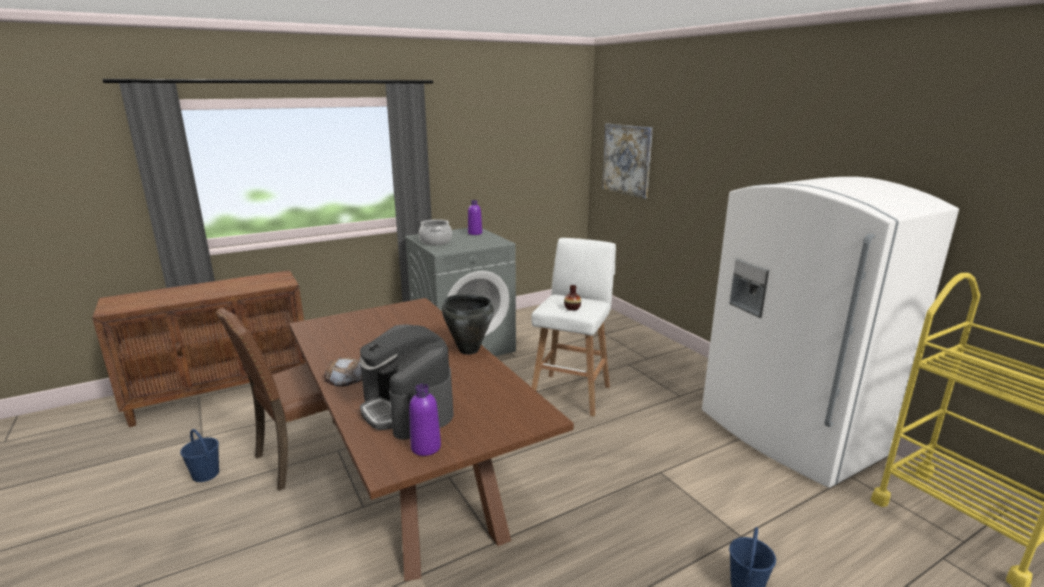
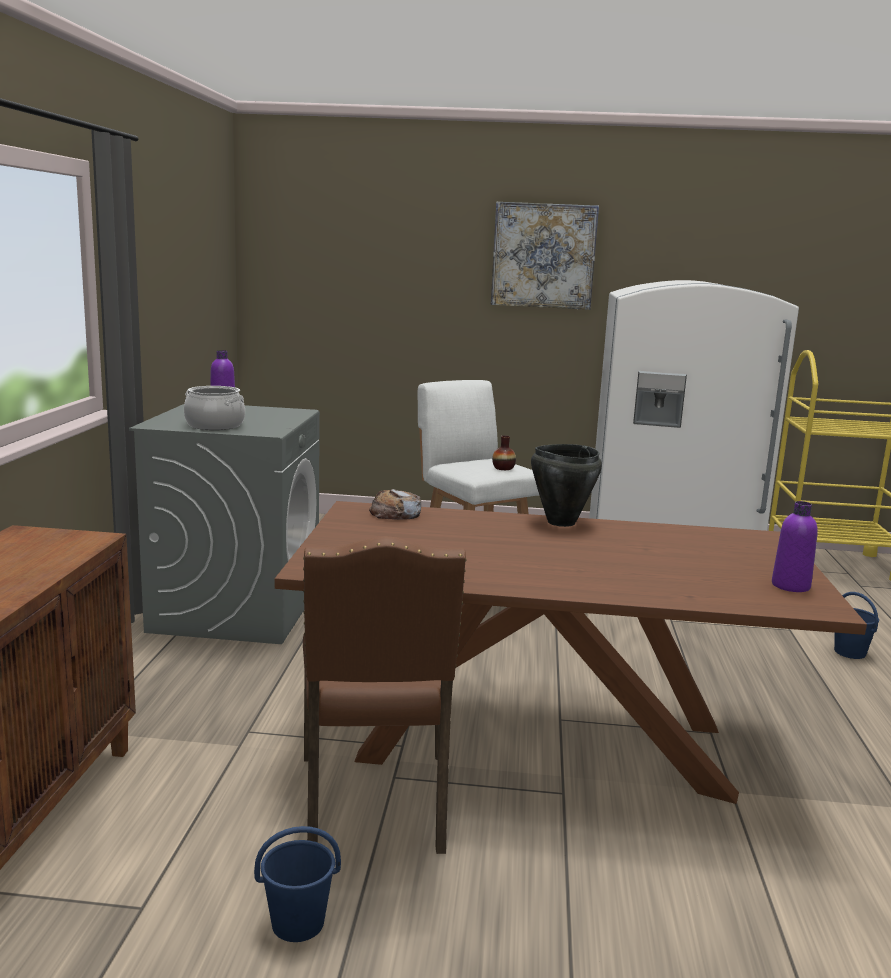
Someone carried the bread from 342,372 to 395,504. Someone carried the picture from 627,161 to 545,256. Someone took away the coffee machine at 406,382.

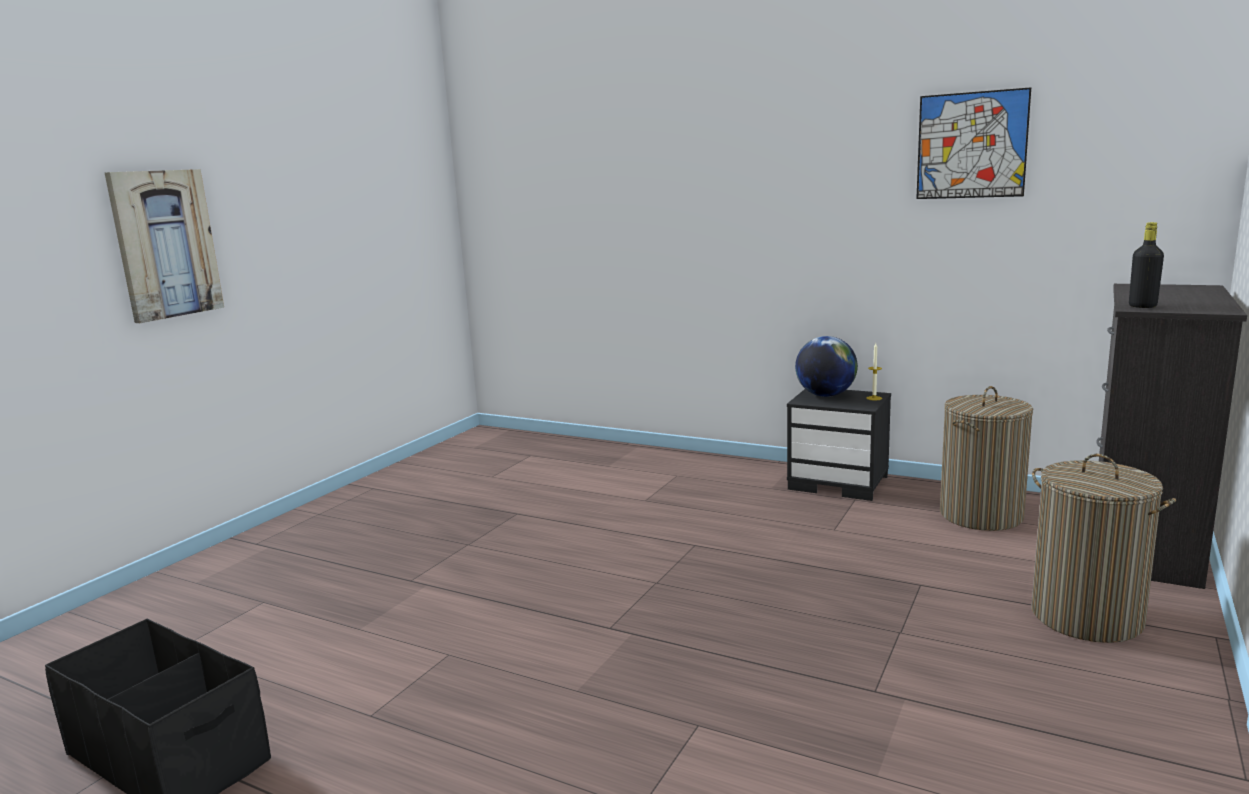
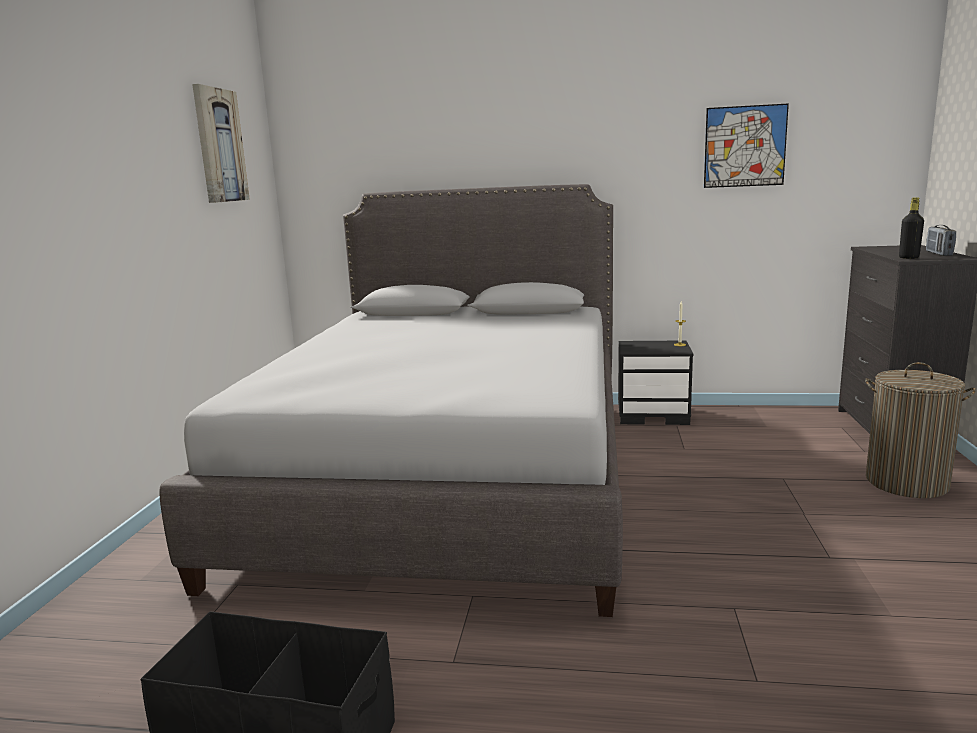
Someone put down the grey bed at 391,400. Someone carried the picture from 164,246 to 221,143. Someone put down the radio at 941,240. Someone took away the globe at 826,366. Someone took away the laundry basket at 986,458.

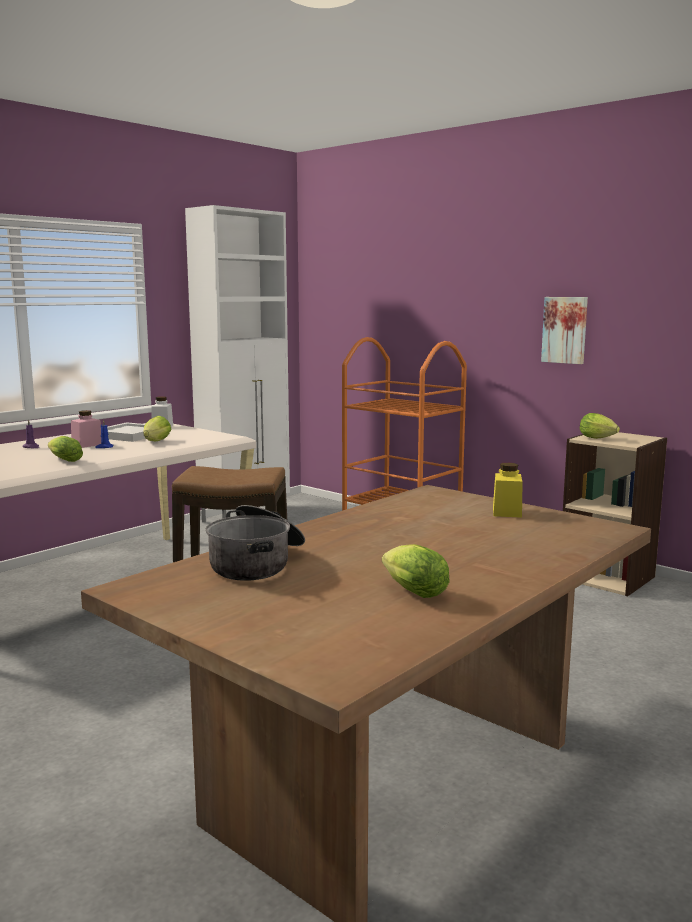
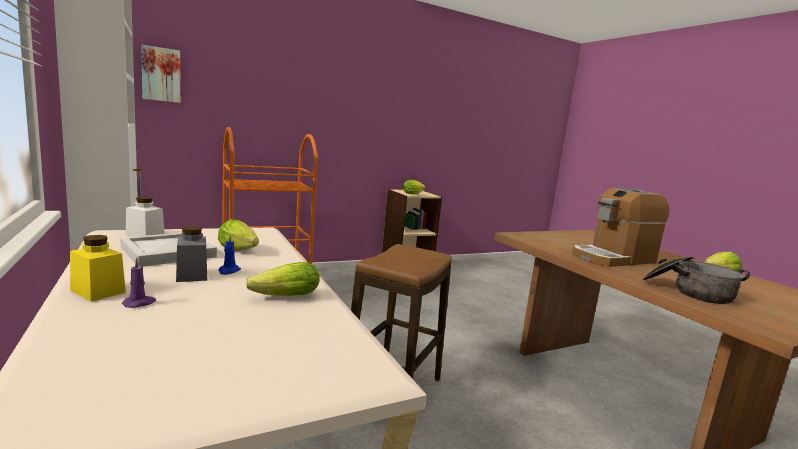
Someone carried the yellow jar from 508,490 to 98,268. Someone carried the picture from 564,330 to 161,74. Someone repainted the pink jar at 86,429, which became the grey jar at 191,254. Someone put down the coffee machine at 620,227.

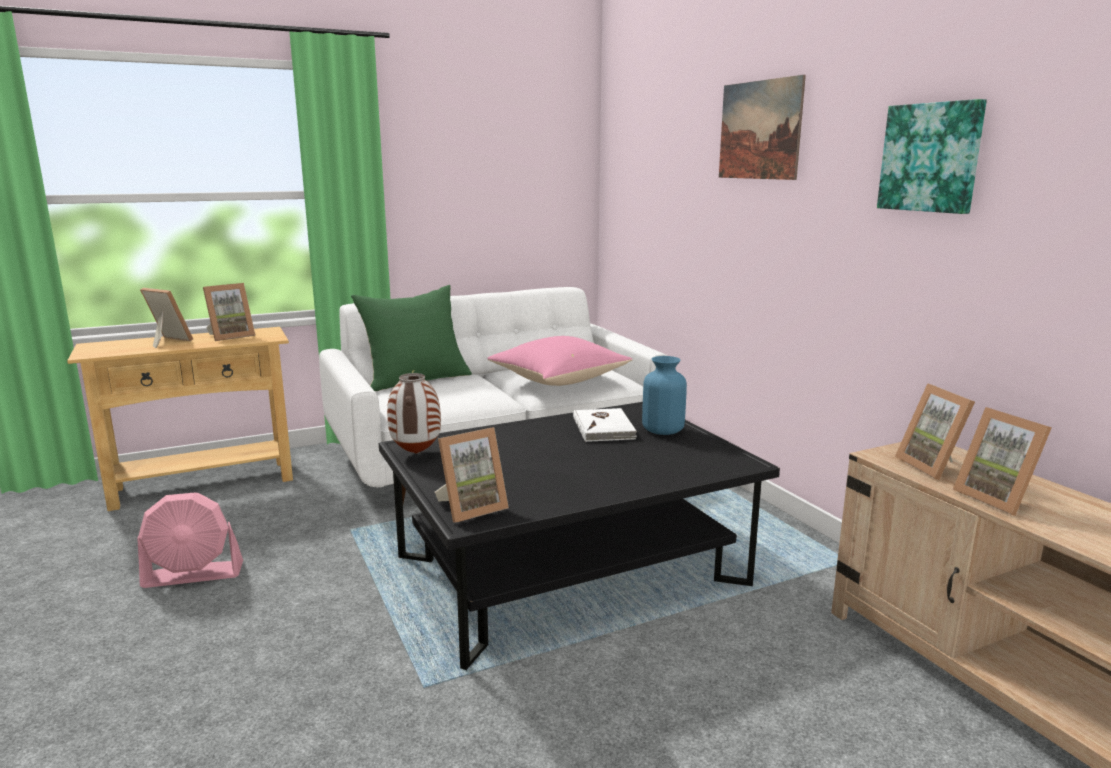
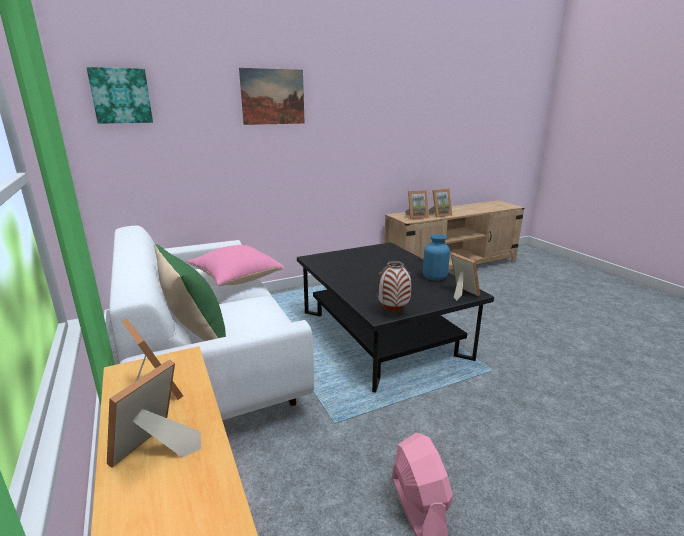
Someone carried the picture from 932,156 to 120,95. Someone carried the blue vase from 664,395 to 436,257. Someone took away the white book at 605,425.

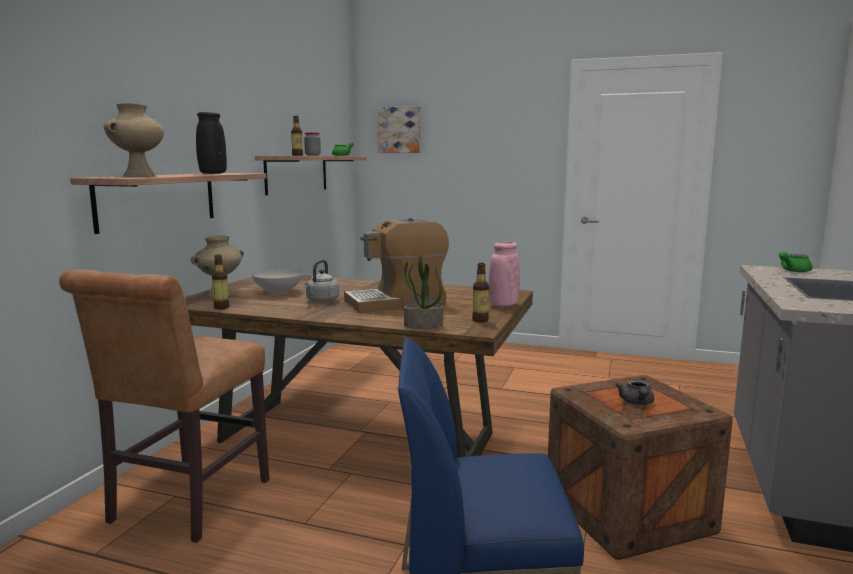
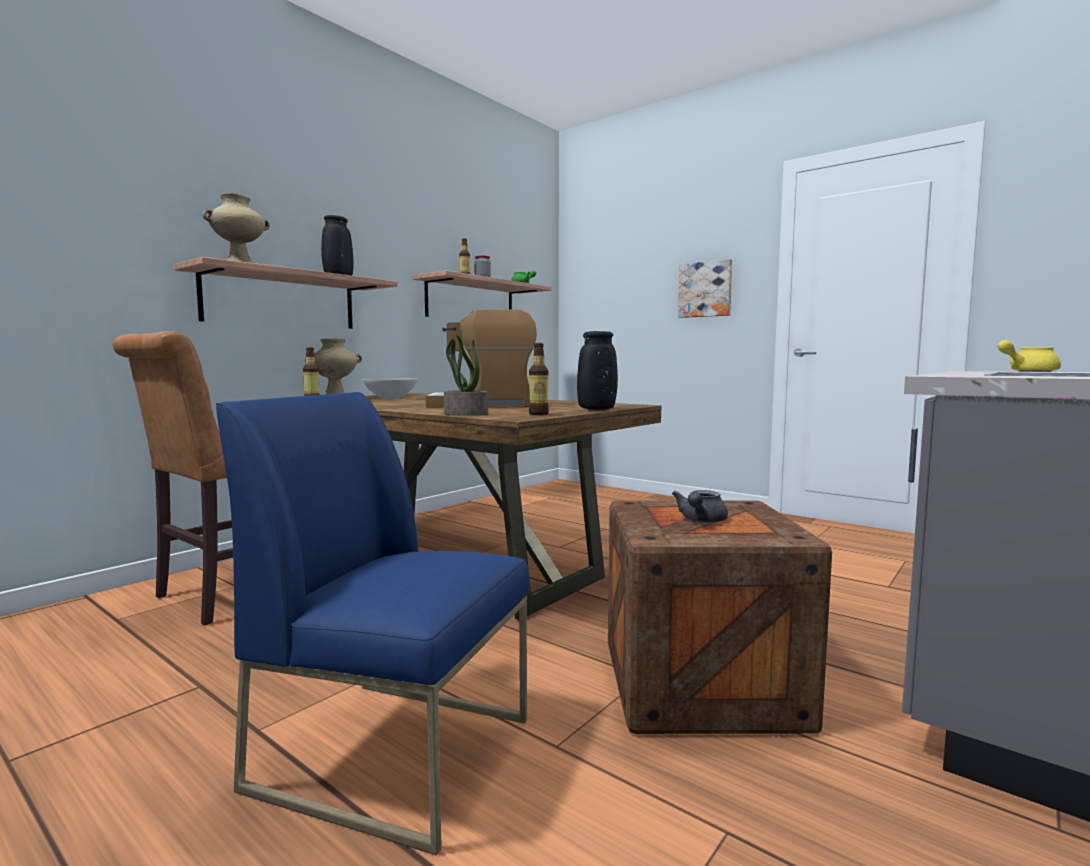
Someone repainted the pink vase at 504,274, which became the black vase at 597,370. Someone carried the picture from 399,129 to 705,288. Someone repainted the green teapot at 795,262, which became the yellow teapot at 1029,356. Someone took away the grey kettle at 322,281.

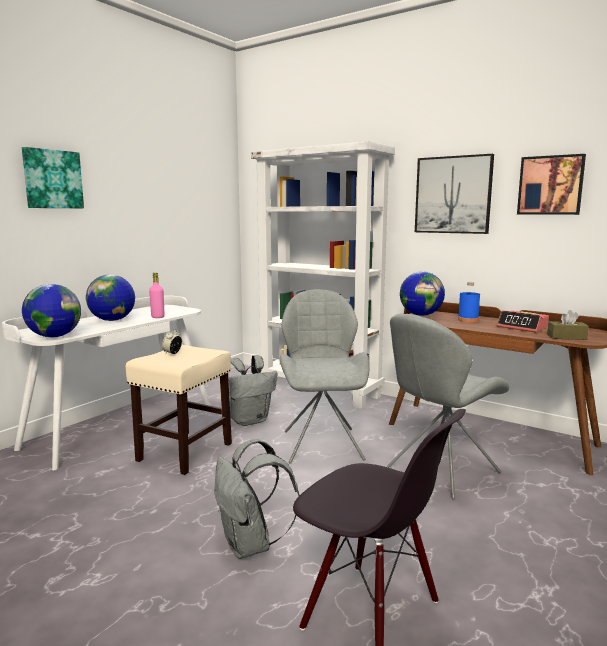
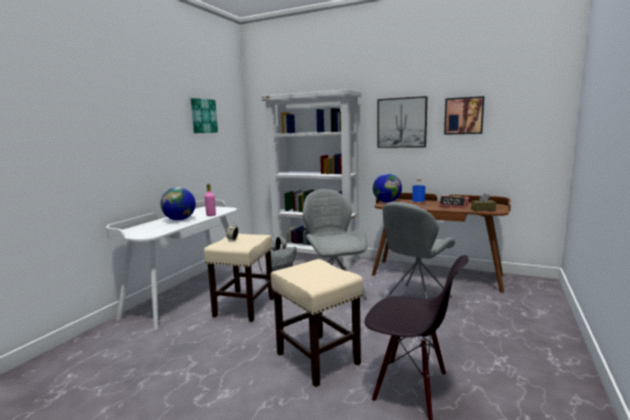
Someone carried the picture from 53,177 to 204,115. Someone swapped the grey backpack at 257,499 for the beige stool at 317,323. Someone took away the globe at 51,310.

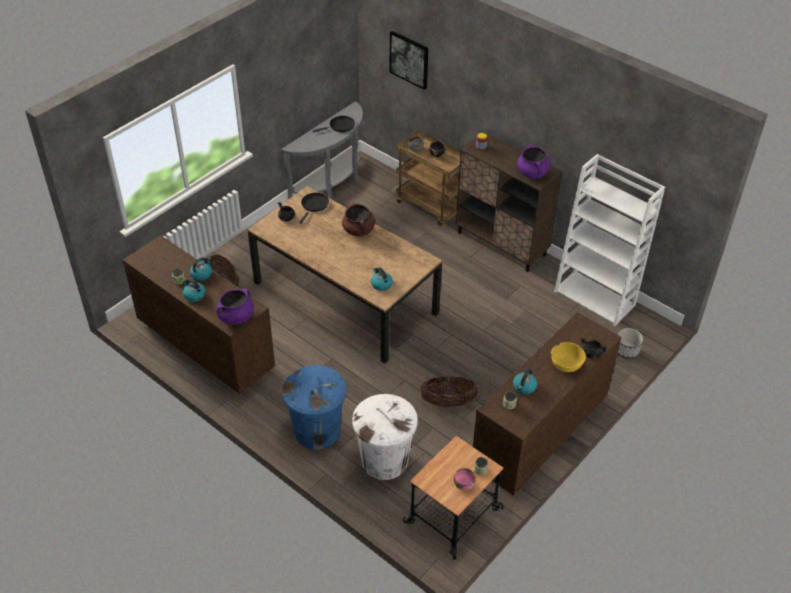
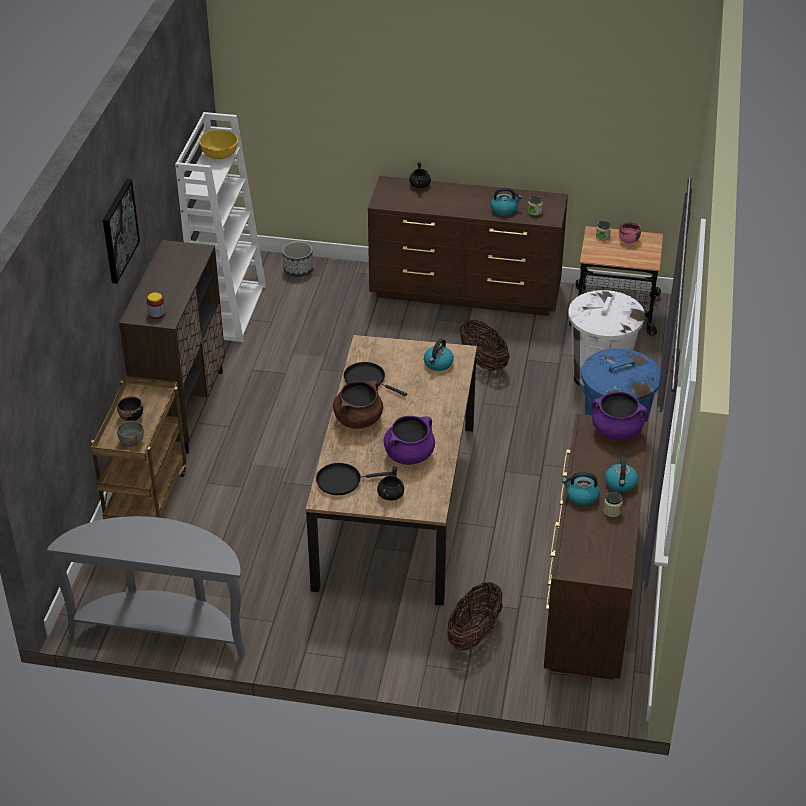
Someone carried the picture from 409,60 to 121,231. Someone carried the yellow bowl from 568,357 to 218,144. Someone carried the black frying pan from 334,124 to 375,379. Someone carried the purple cooking pot from 534,161 to 409,440.

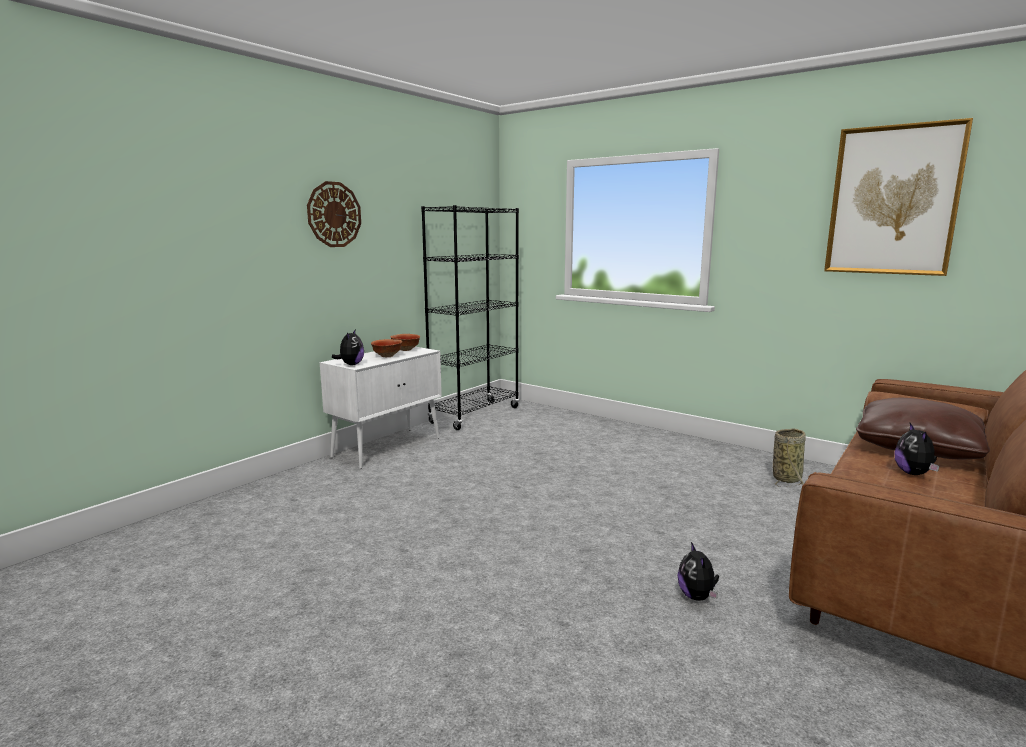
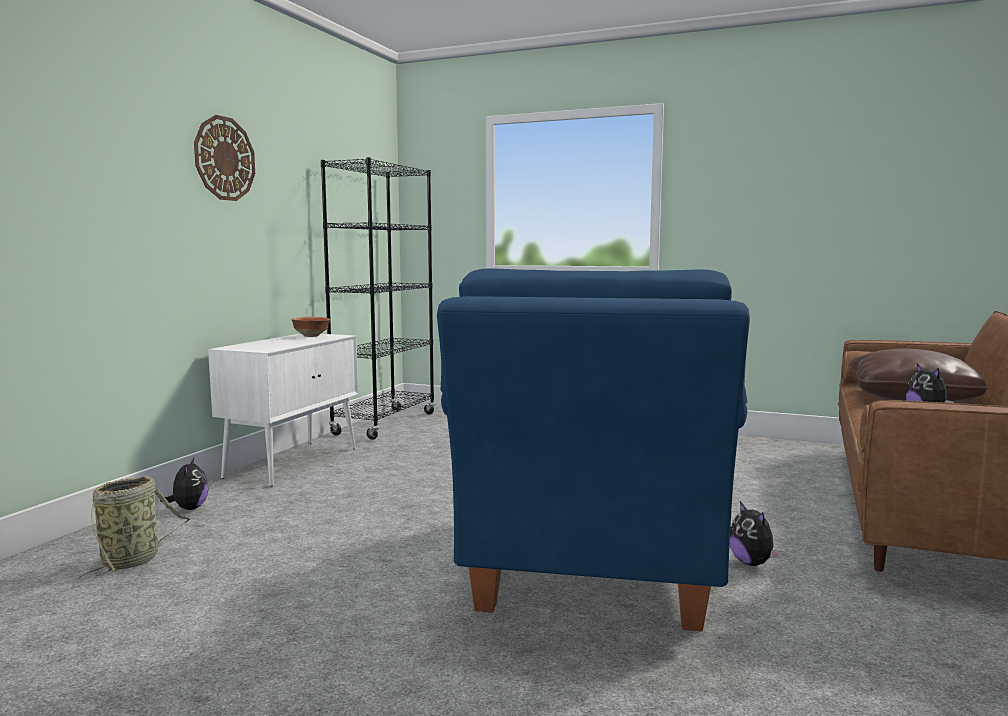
Someone carried the basket from 789,457 to 135,527. Someone carried the plush toy from 348,347 to 184,484. Someone put down the blue armchair at 593,449. Someone took away the bowl at 386,348. Someone took away the picture at 898,197.

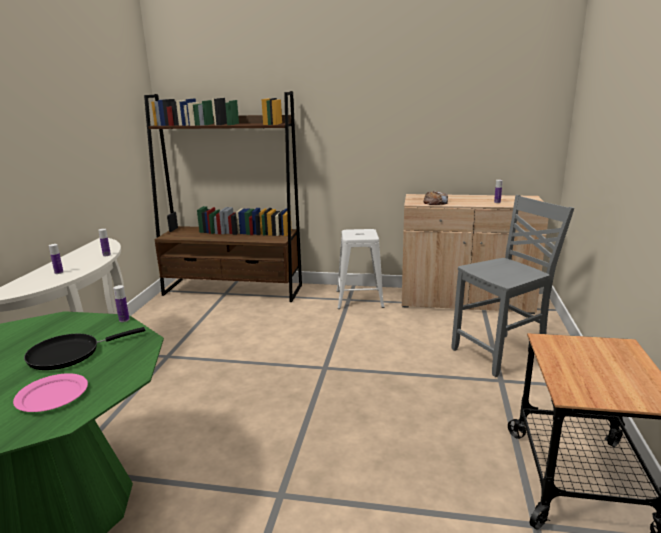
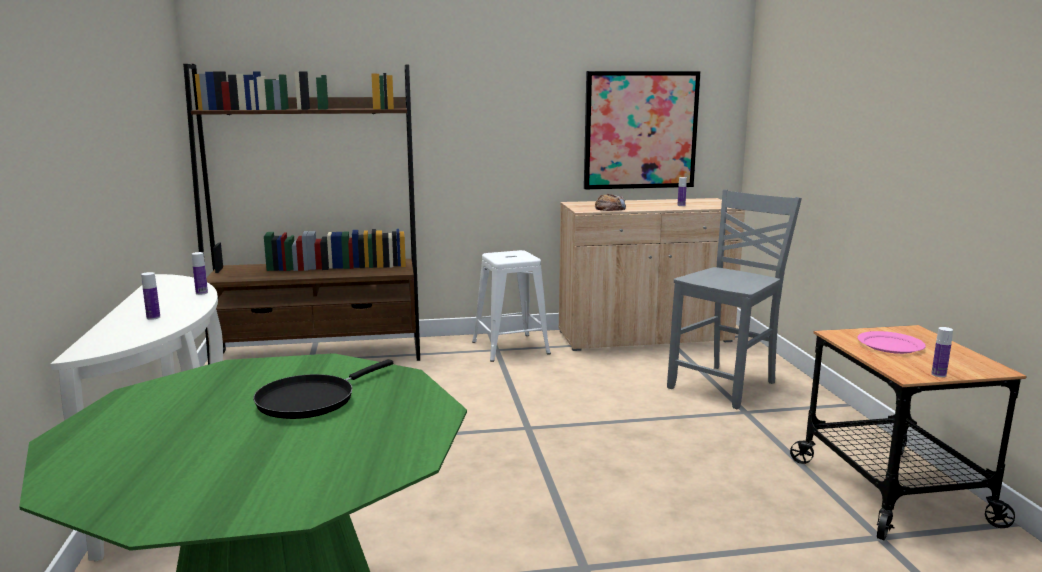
Someone put up the picture at 642,130. Someone carried the pink plate from 50,392 to 891,342. Someone carried the bottle from 121,303 to 942,352.

